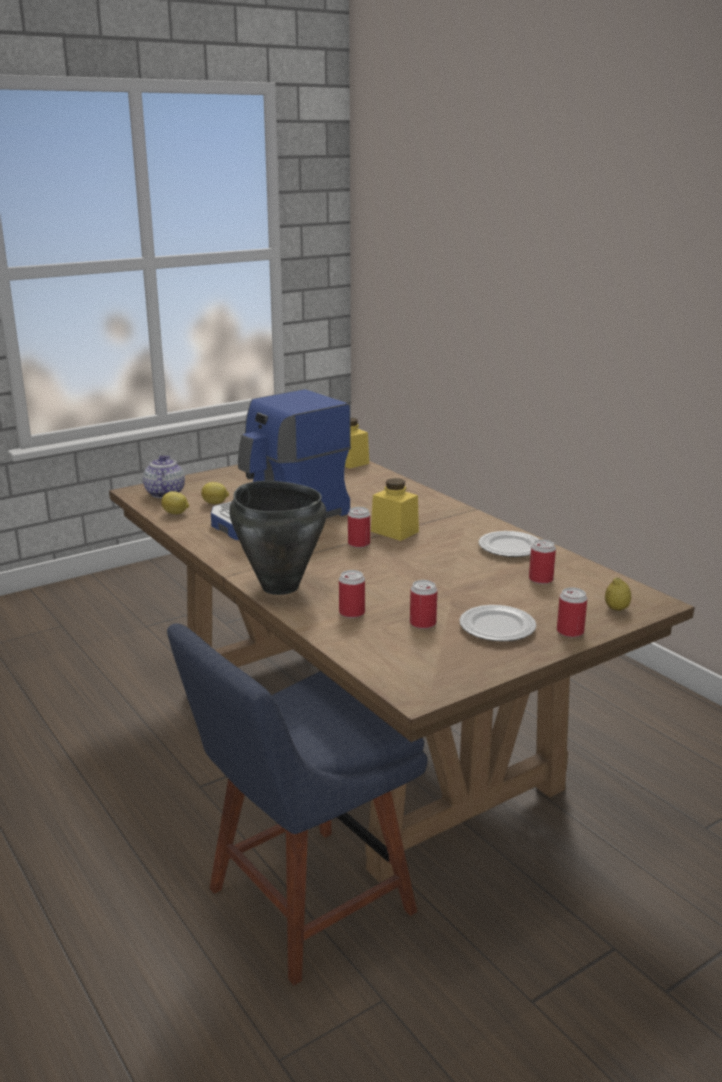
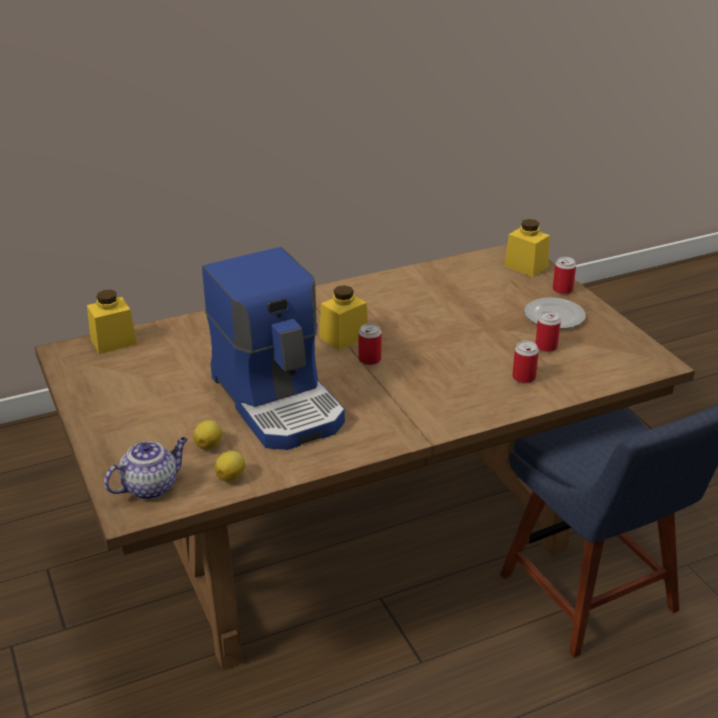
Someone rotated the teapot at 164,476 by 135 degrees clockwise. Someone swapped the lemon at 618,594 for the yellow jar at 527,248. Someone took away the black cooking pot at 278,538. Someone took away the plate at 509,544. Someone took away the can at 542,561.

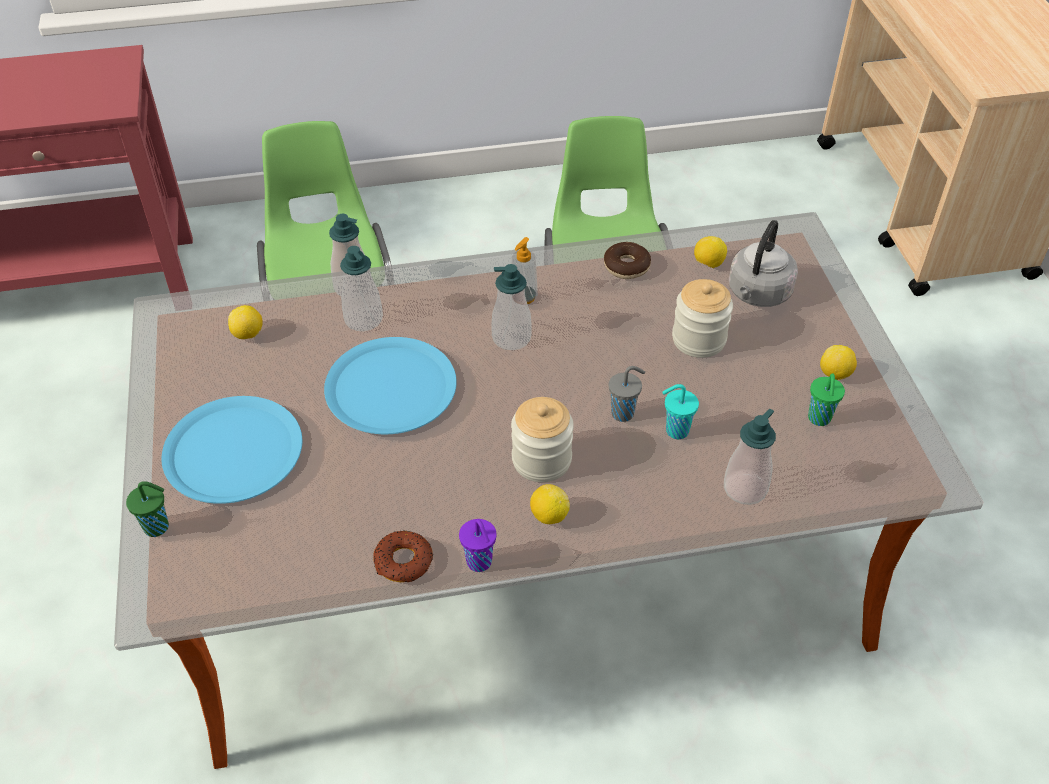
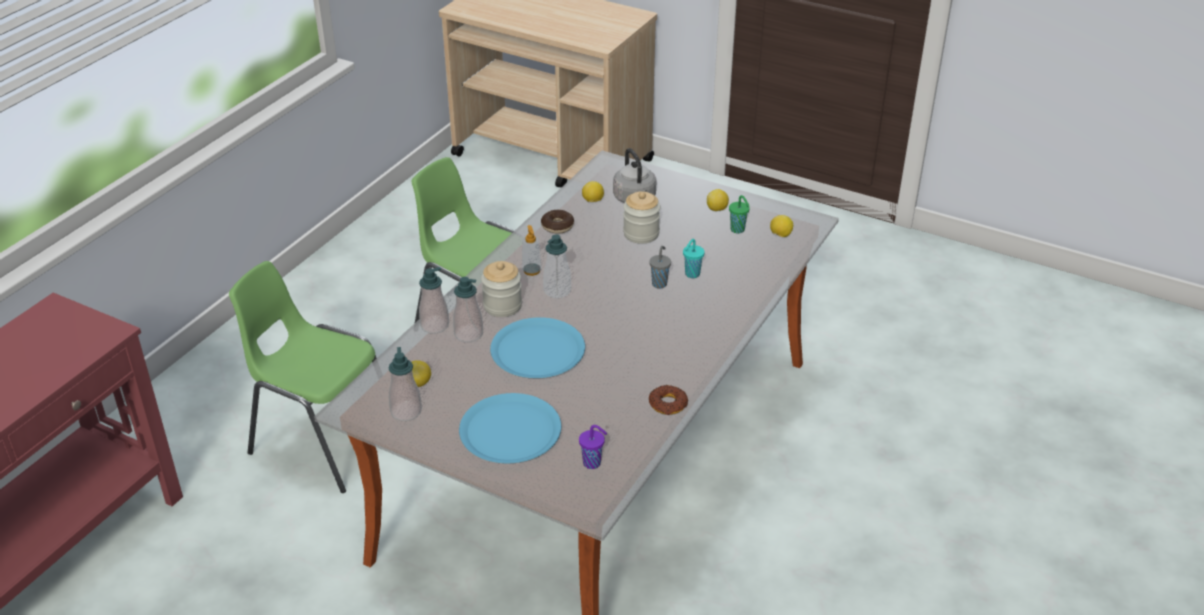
Someone carried the soap dispenser from 750,456 to 405,384. Someone carried the jar from 542,439 to 501,289. Someone carried the purple cup from 478,545 to 593,447. Someone carried the lemon from 550,504 to 781,226. Someone took away the green cup at 147,509.

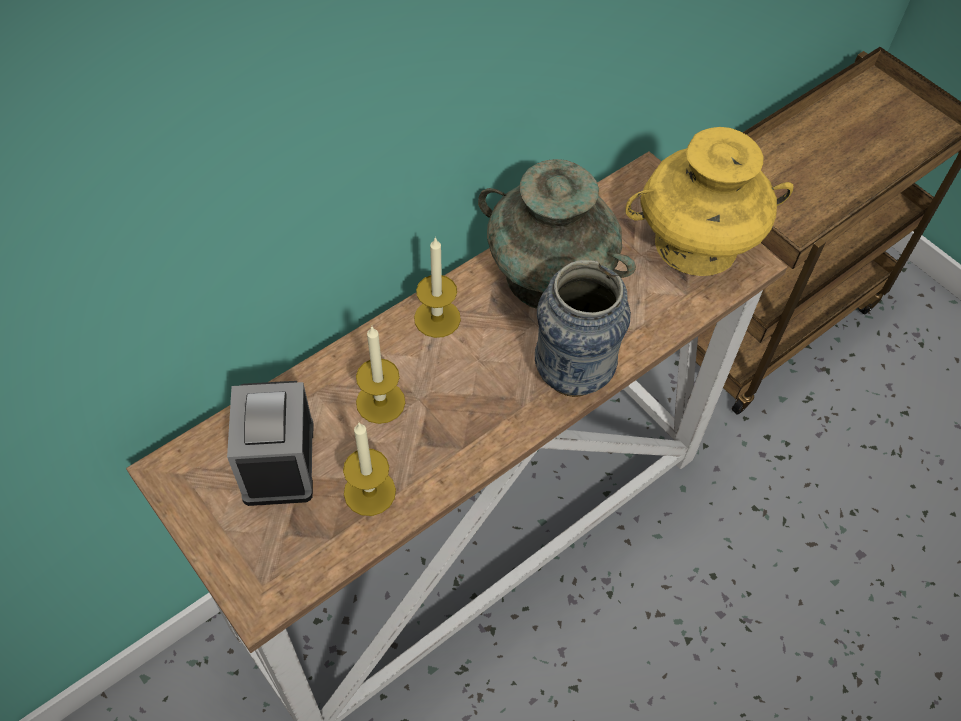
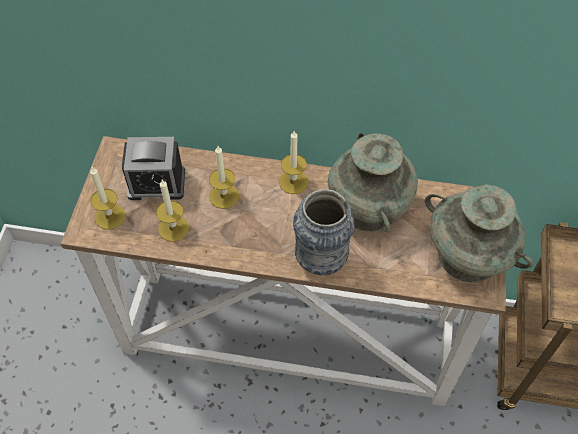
Someone put down the candle at 107,198. Someone rotated the alarm clock at 270,443 by 135 degrees counterclockwise. Someone repainted the yellow vase at 709,201, which became the turquoise vase at 479,233.

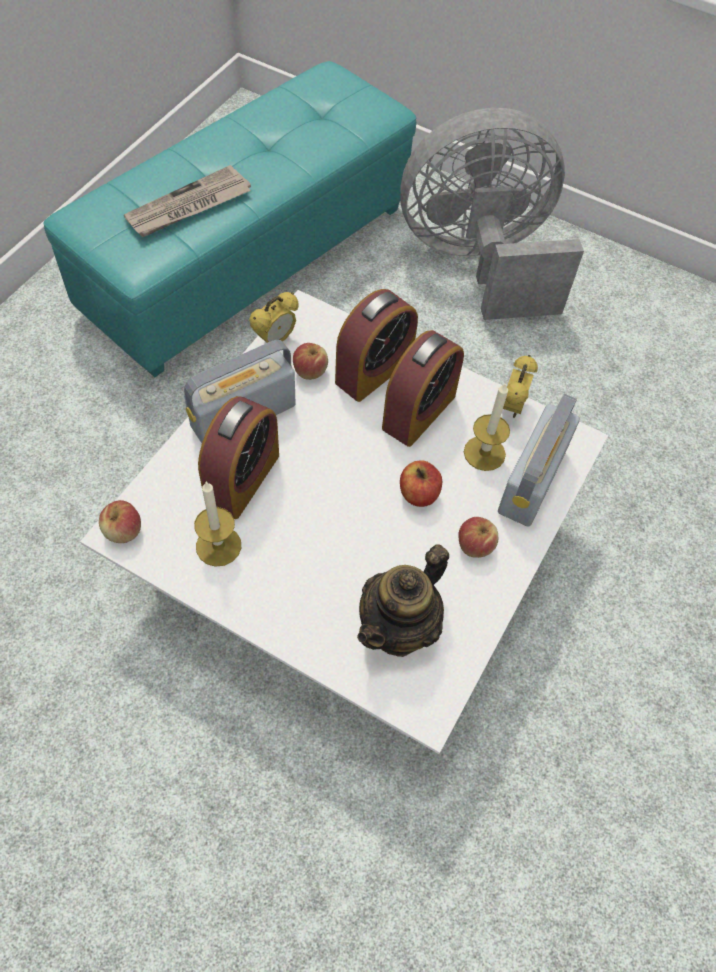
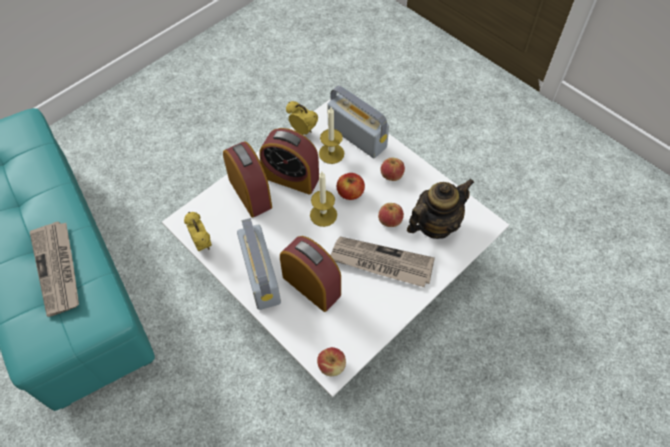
Someone rotated the alarm clock at 423,388 by 150 degrees clockwise. Someone carried the candle from 217,524 to 323,199. Someone put down the newspaper at 382,262. Someone carried the apple from 310,361 to 391,215. Someone rotated the teapot at 403,601 by 90 degrees counterclockwise. Someone took away the grey fan at 492,214.

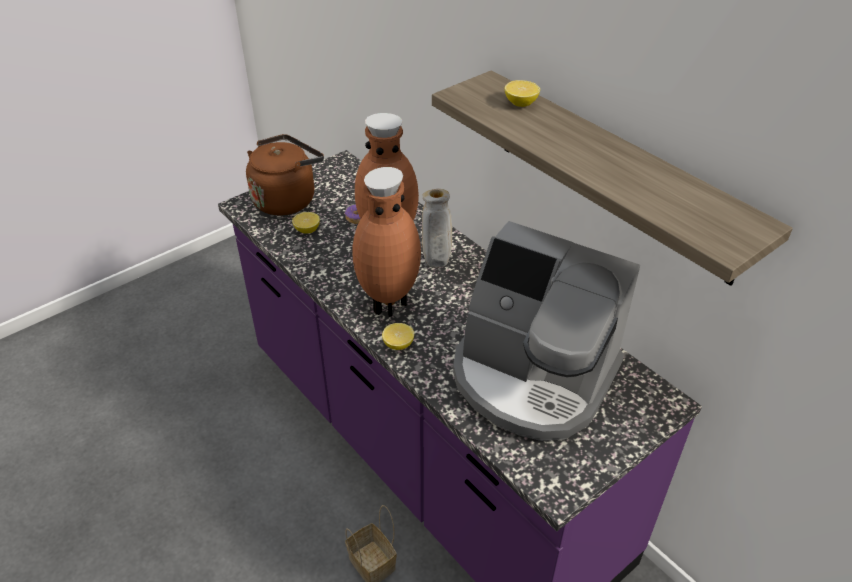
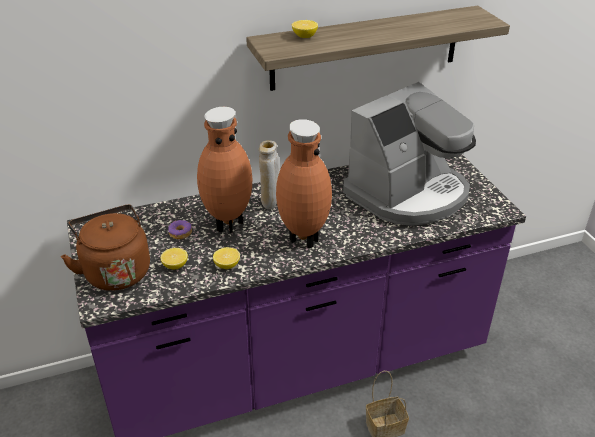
Someone carried the lemon from 398,336 to 226,258.

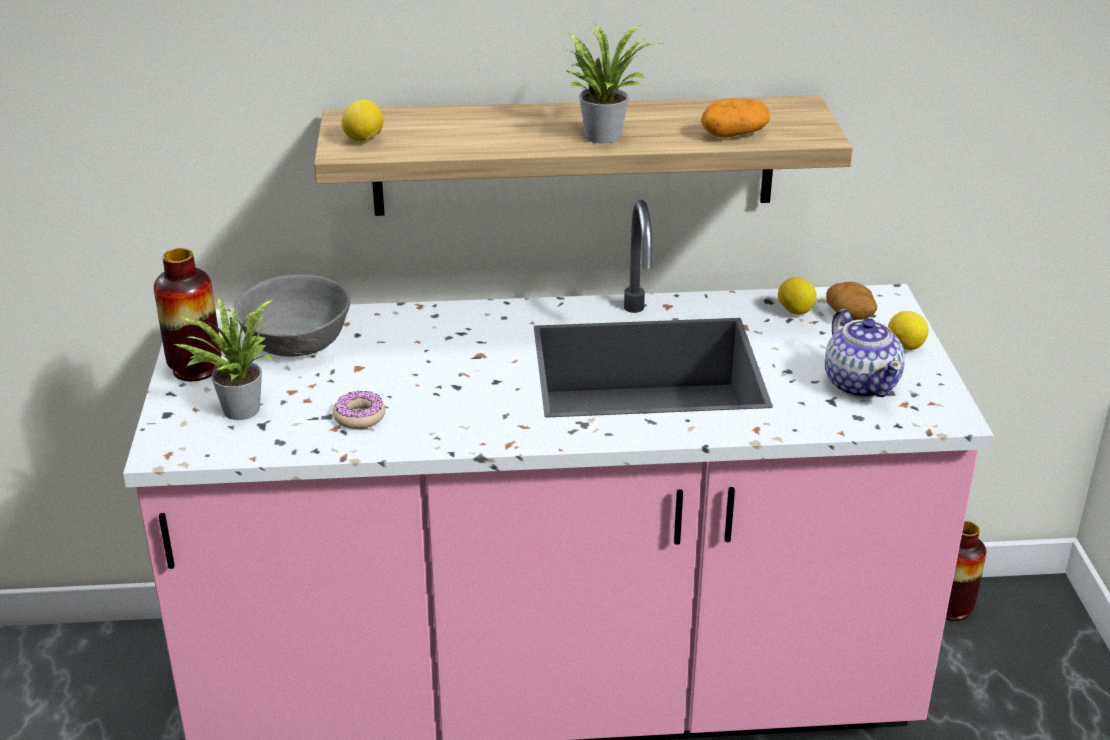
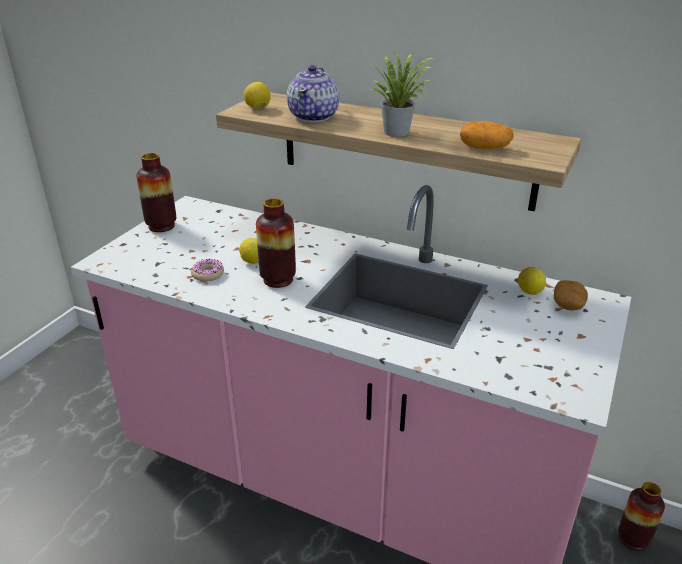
Someone carried the lemon from 908,330 to 249,251. Someone put down the vase at 276,243. Someone carried the teapot from 865,354 to 313,93. Someone took away the potted plant at 224,358. Someone took away the grey bowl at 292,315.

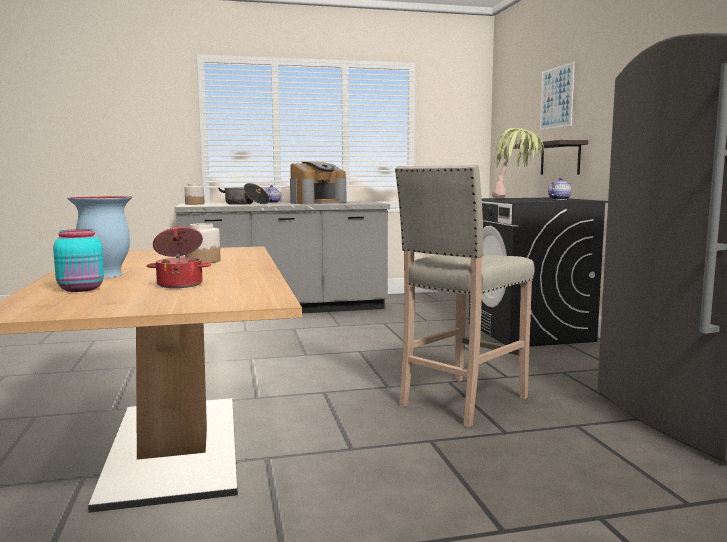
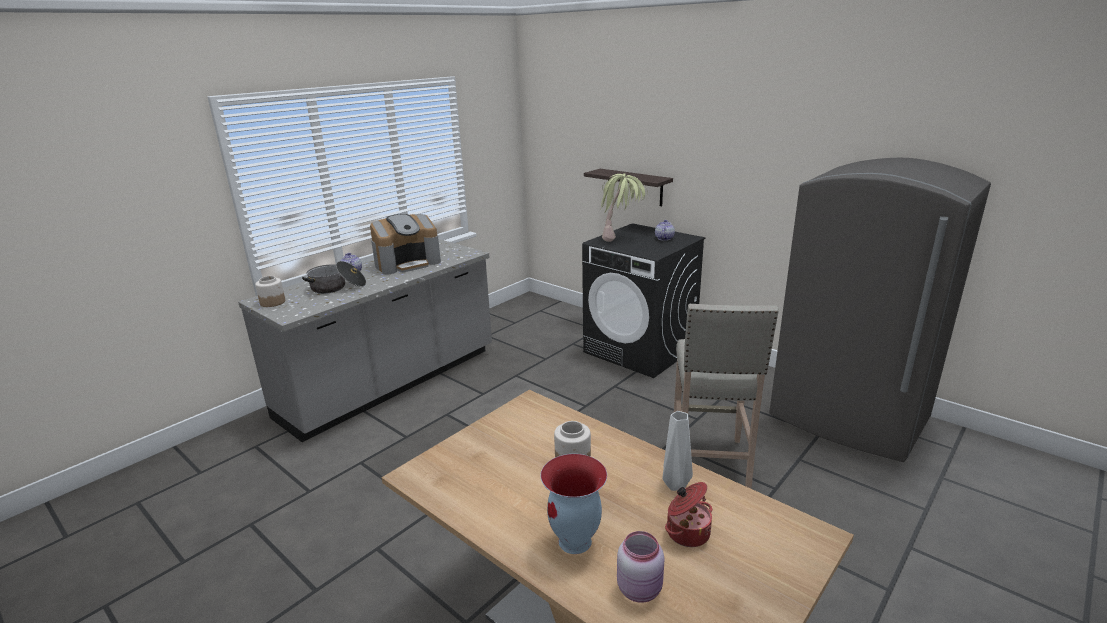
Someone rotated the coffee machine at 318,183 by 45 degrees clockwise. Someone repainted the turquoise jar at 78,260, which became the pink jar at 640,567. Someone put down the grey vase at 678,451. Someone took away the picture at 557,96.

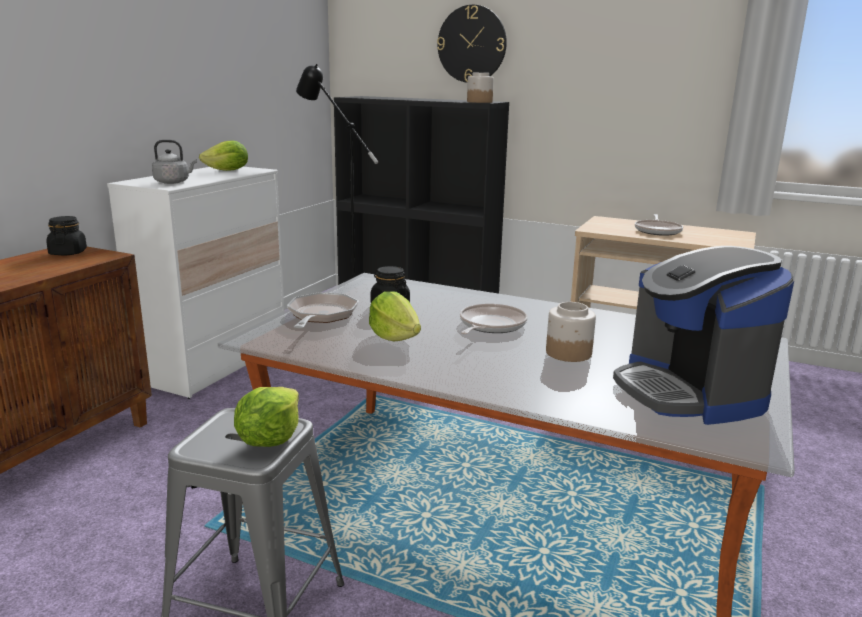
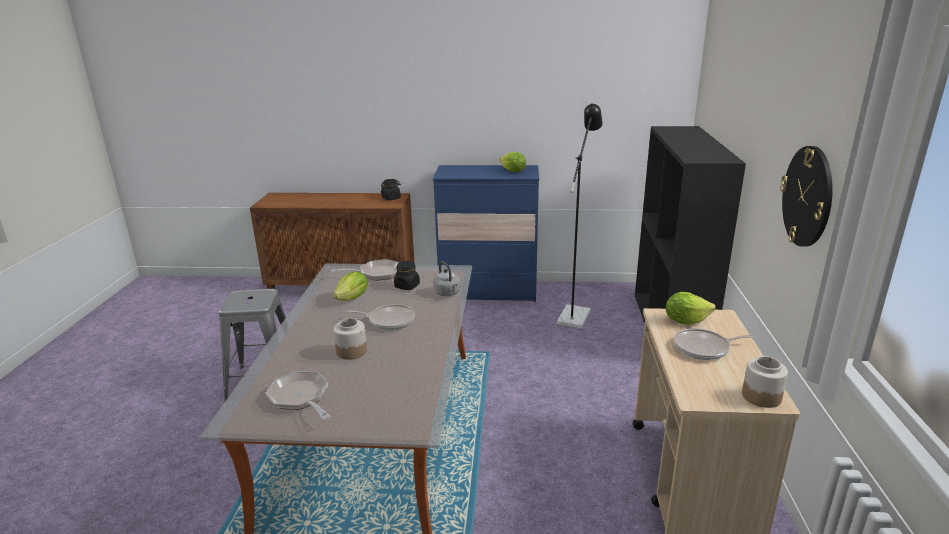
Someone swapped the coffee machine at 703,335 for the frying pan at 298,395. Someone repainted the white dresser at 195,283, which became the blue dresser at 486,233. Someone carried the grey kettle from 174,162 to 446,278. Someone carried the lettuce from 266,417 to 691,308. Someone carried the jar from 480,88 to 765,382. Someone carried the wall clock from 472,44 to 806,196.

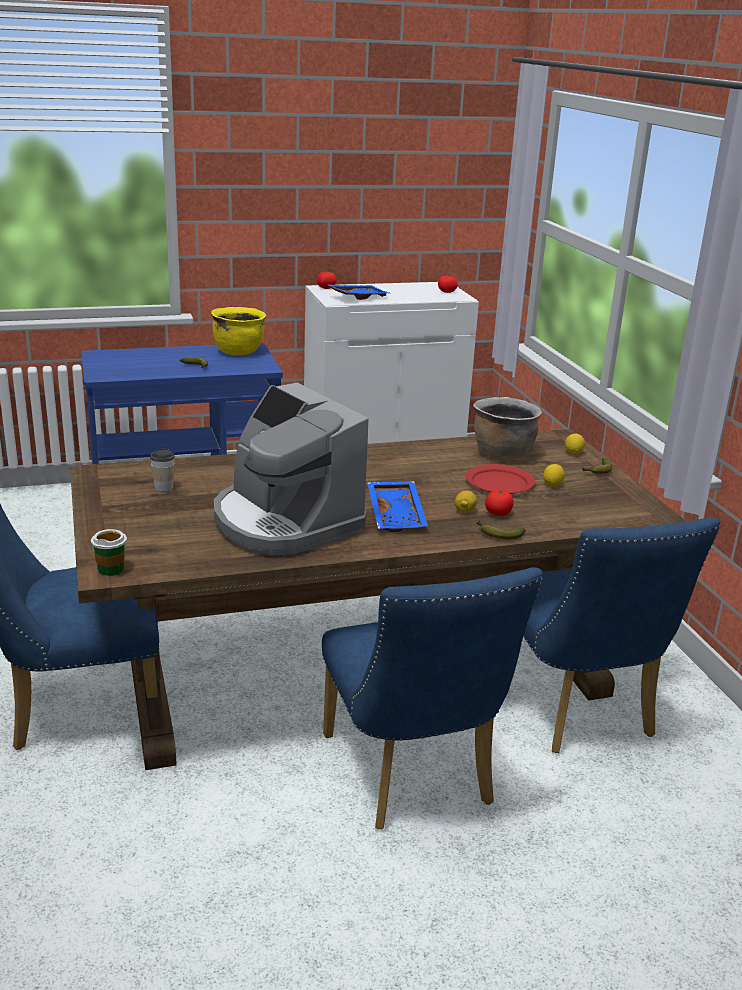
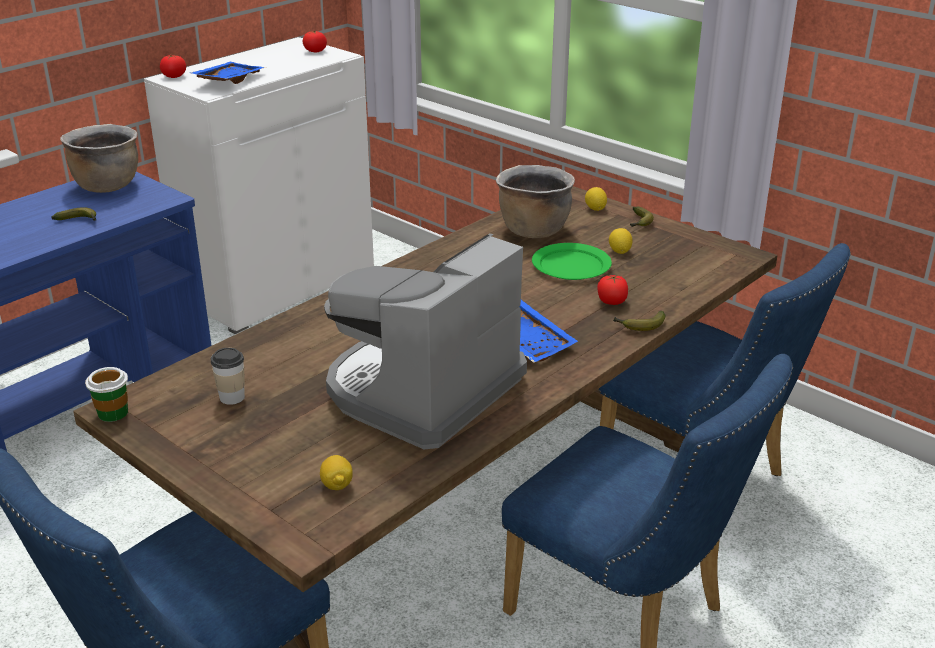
Someone repainted the yellow cooking pot at 238,331, which became the brown cooking pot at 99,158. Someone carried the cup from 109,552 to 106,394. Someone carried the lemon from 466,502 to 336,472. Someone rotated the coffee machine at 291,469 by 105 degrees clockwise. Someone repainted the red plate at 500,479, which became the green plate at 572,261.

